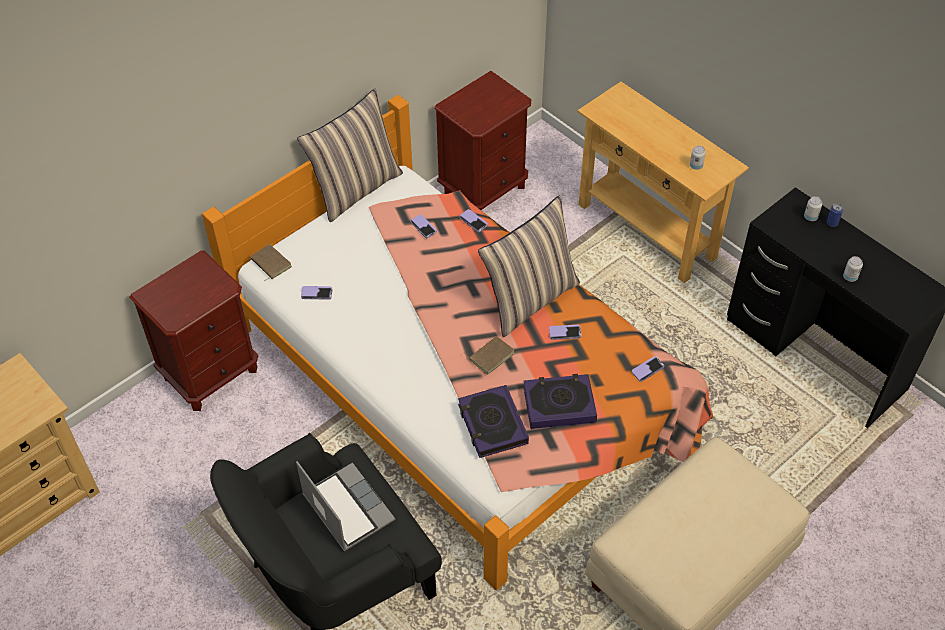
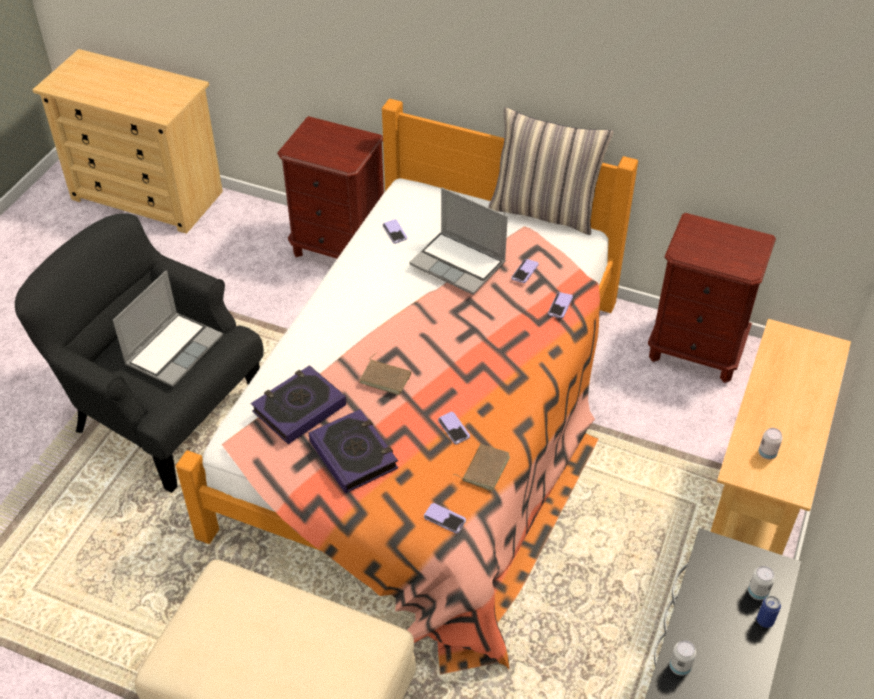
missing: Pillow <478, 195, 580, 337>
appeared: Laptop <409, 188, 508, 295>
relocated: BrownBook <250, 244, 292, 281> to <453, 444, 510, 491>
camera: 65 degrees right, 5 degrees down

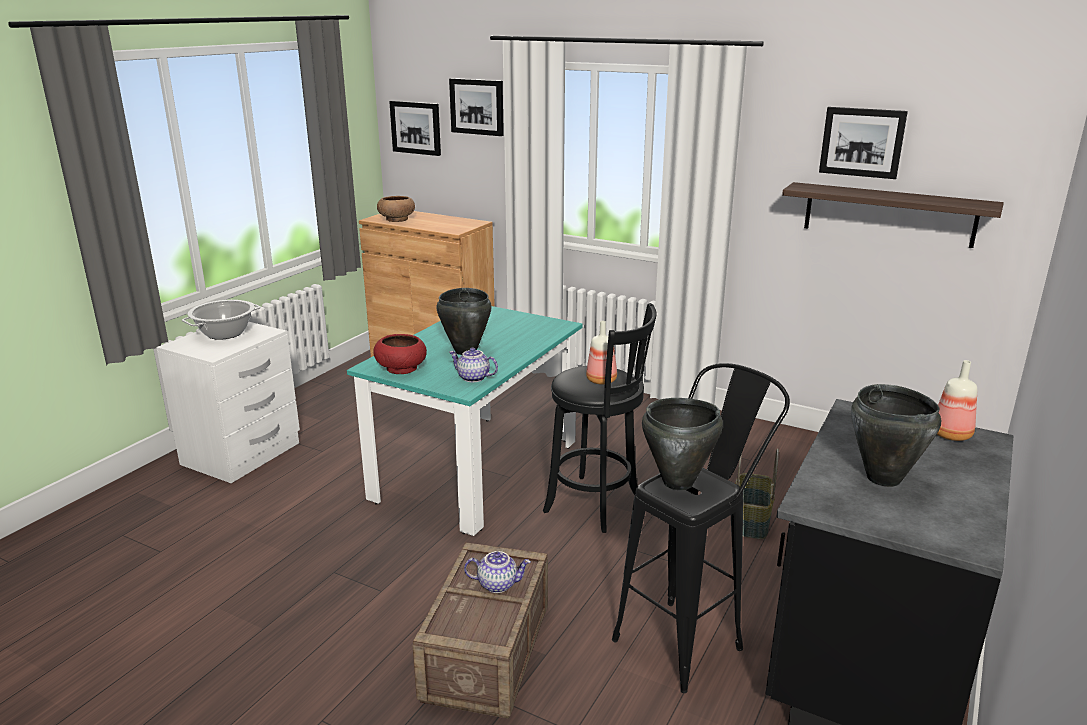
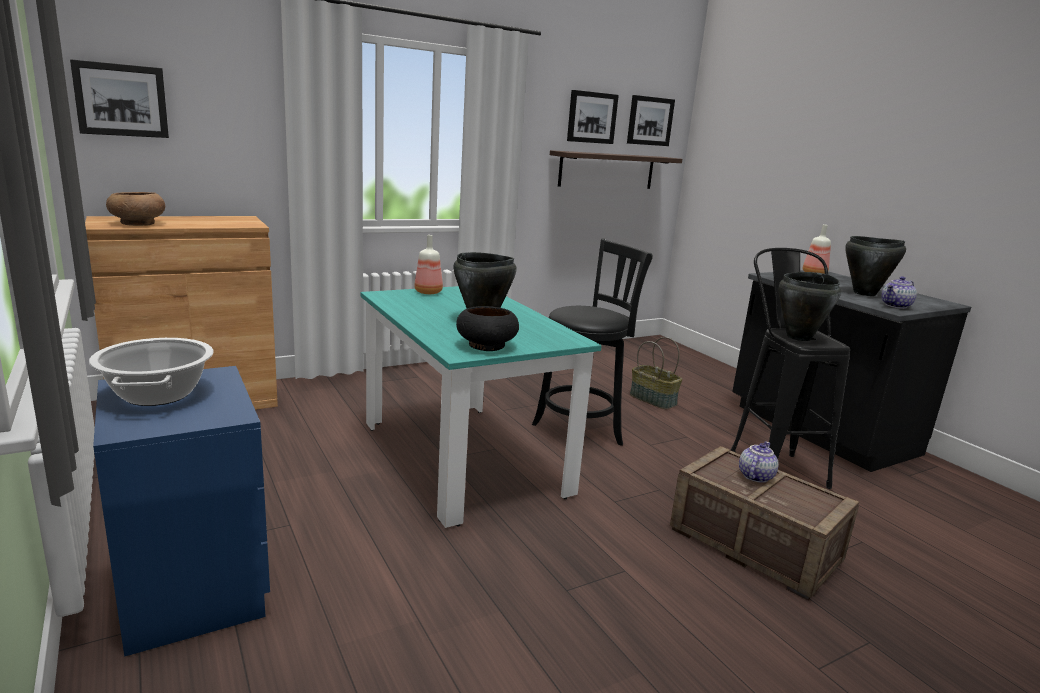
relocated: Bottle <586, 321, 617, 385> to <414, 235, 443, 294>; Picture <449, 78, 504, 136> to <627, 95, 675, 146>; Teapot <449, 348, 498, 382> to <881, 276, 917, 309>
colour: WhiteNightstand <156, 322, 300, 483> to BlueNightstand <93, 366, 270, 657>; RedBowl <373, 334, 427, 374> to BlackBowl <456, 306, 519, 351>
camera: 60 degrees left, 5 degrees down

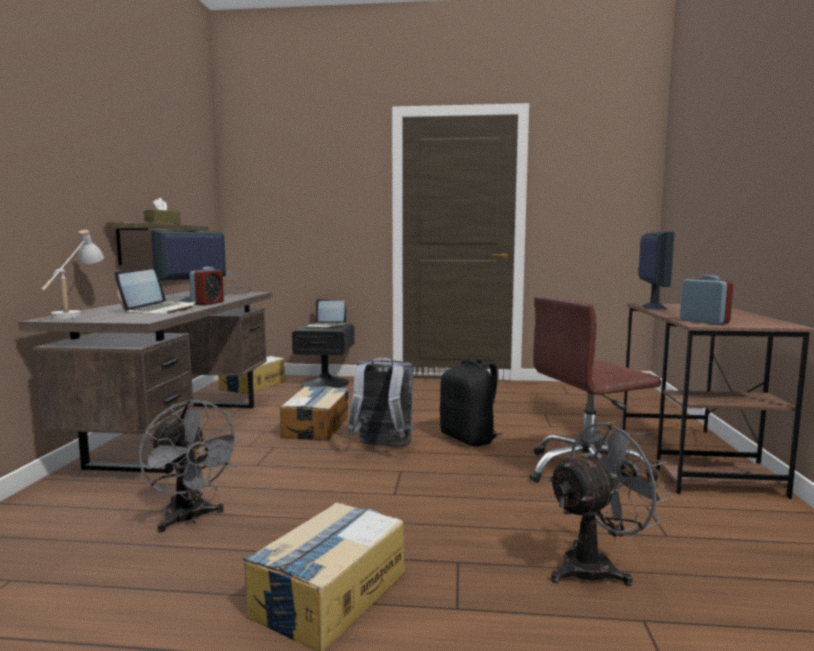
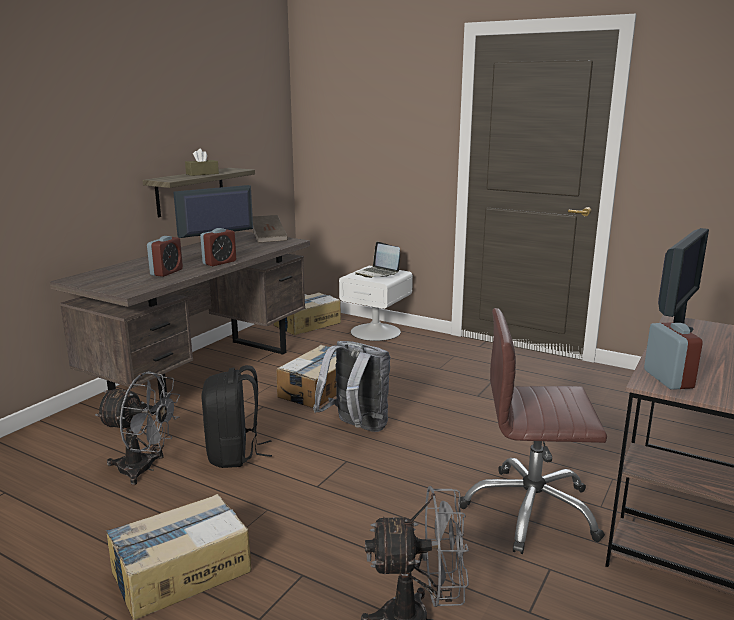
missing: WhiteTableLamp <41, 230, 104, 319>
relocated: BlackBackpack <440, 358, 502, 447> to <202, 365, 272, 468>
exchanged: Laptop <114, 269, 196, 314> to AlarmClock <147, 236, 183, 277>
colour: BlackNightstand <292, 323, 354, 388> to WhiteNightstand <339, 266, 413, 341>
spun: GreyFan <138, 400, 242, 532> = <95, 371, 180, 485> 60 degrees counterclockwise
camera: 25 degrees right, 10 degrees up

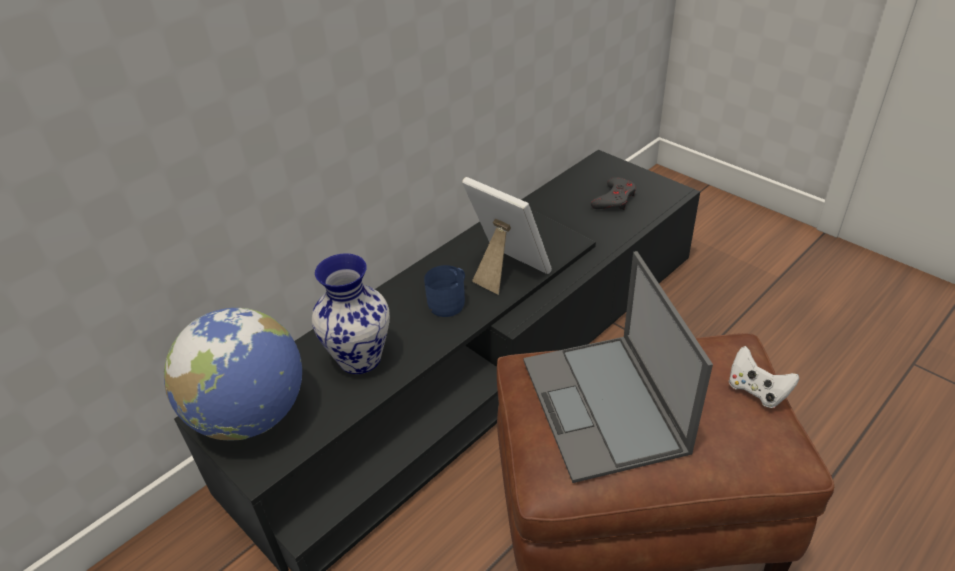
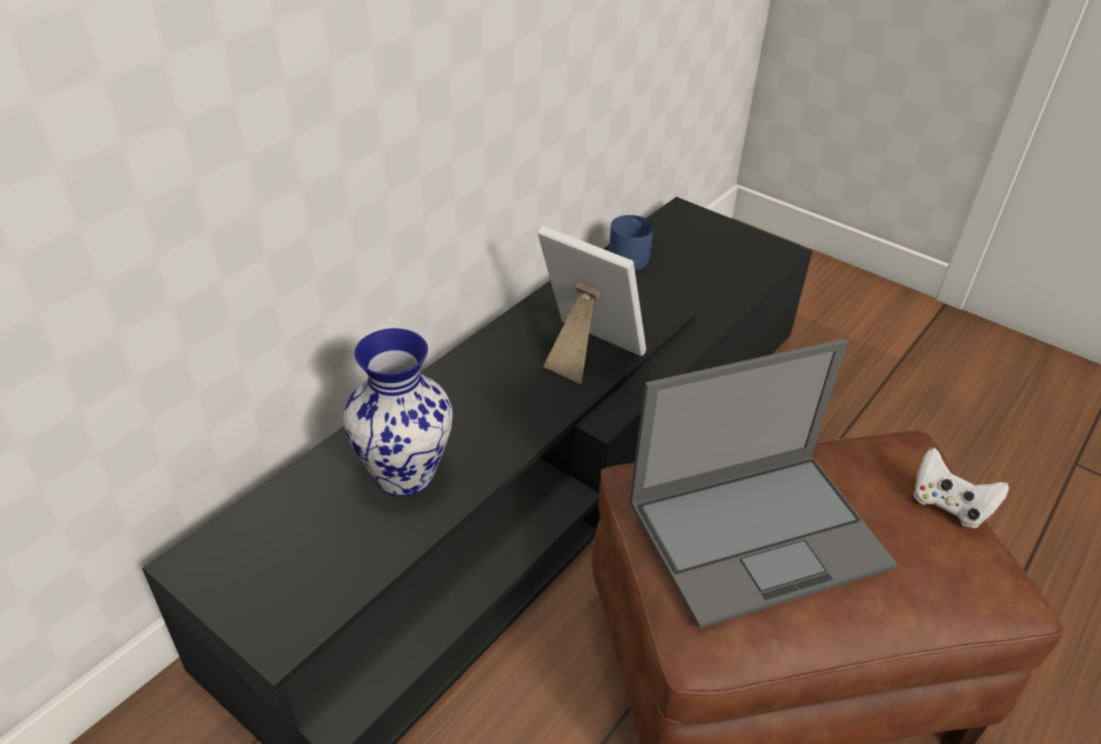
missing: Globe <164, 308, 302, 440>; GreyGameController <591, 177, 636, 210>
relocated: BlueMug <424, 265, 465, 317> to <609, 215, 654, 271>
spun: Laptop <523, 251, 713, 483> = <629, 339, 897, 629> 90 degrees counterclockwise
camera: 10 degrees left, 0 degrees up

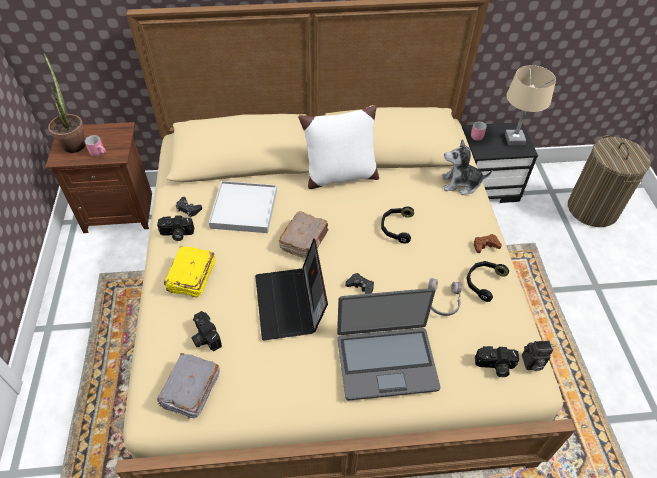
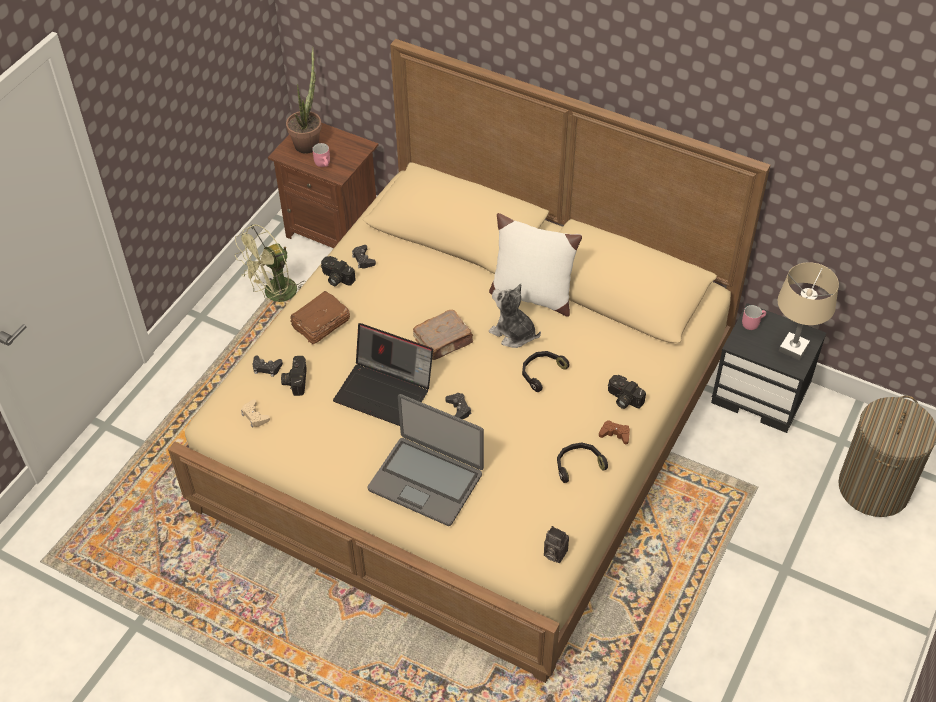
missing: WhiteTray <209, 181, 277, 233>; GreyHeadphones <428, 278, 462, 316>
appeared: GreenFan <235, 224, 304, 302>; BlackGameController <252, 355, 283, 377>
relocated: PlushToy <442, 139, 492, 195> to <489, 284, 541, 348>; PhotoCamera <475, 346, 519, 377> to <608, 375, 646, 409>
exchanged: GreyBook <157, 353, 220, 419> to BeigeGameController <241, 399, 270, 428>
colour: YellowBook <164, 246, 215, 298> to BrownBook <290, 291, 350, 345>
spun: Laptop <255, 238, 328, 340> = <333, 323, 433, 426> 90 degrees counterclockwise
camera: 35 degrees right, 0 degrees up

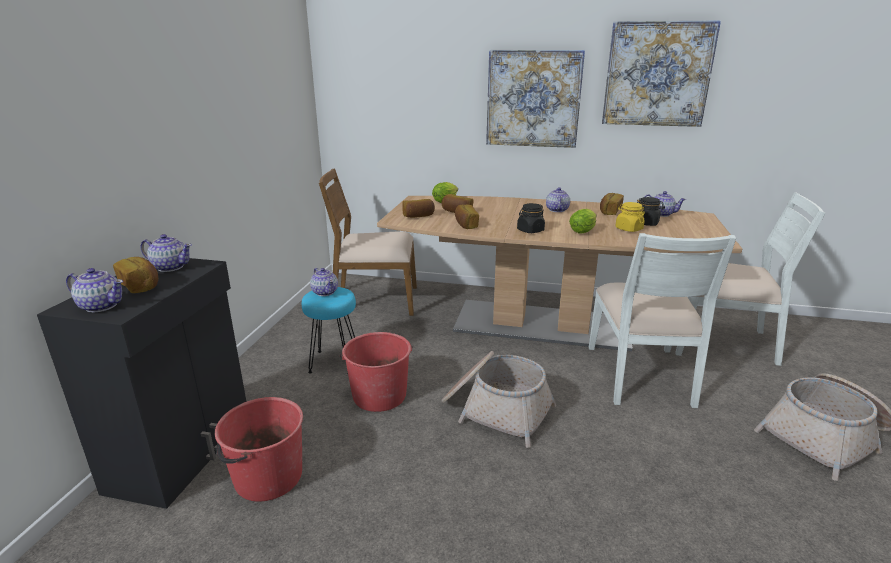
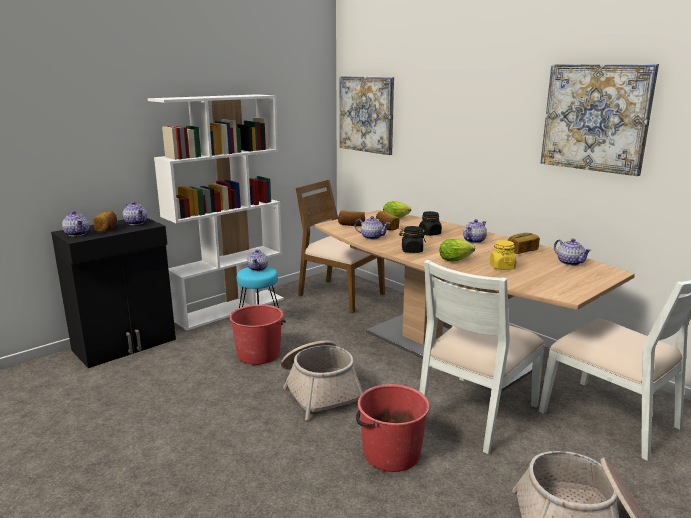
appeared: WhiteBookcase <148, 94, 284, 331>
relocated: Picture <486, 50, 585, 148> to <340, 76, 394, 155>; RedBucket <215, 397, 303, 502> to <356, 384, 430, 472>; BlackJar <637, 197, 665, 226> to <419, 211, 442, 236>
exchanged: Bread <455, 204, 479, 229> to Teapot <355, 216, 390, 240>
camera: 35 degrees right, 5 degrees down

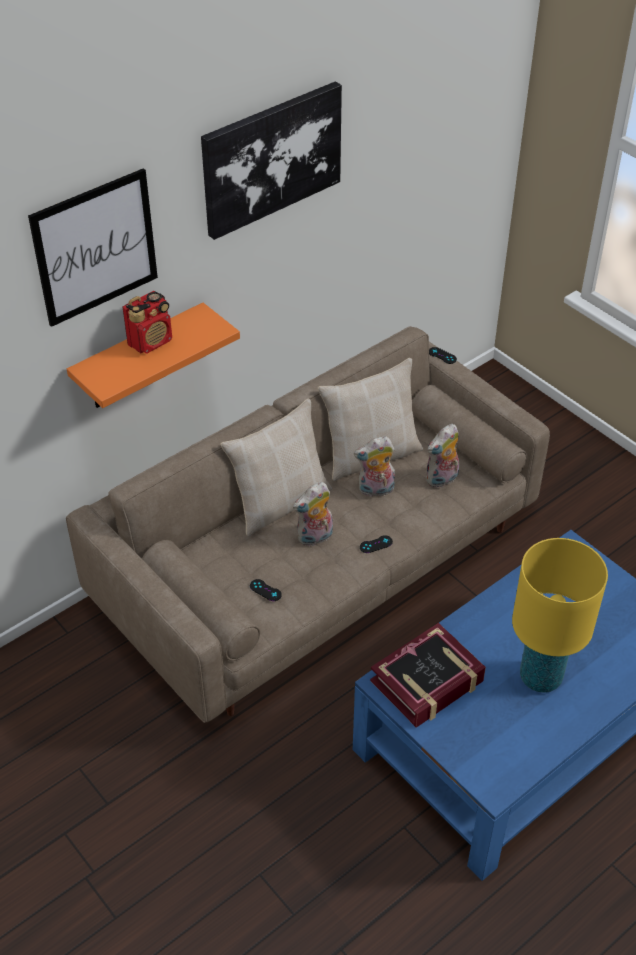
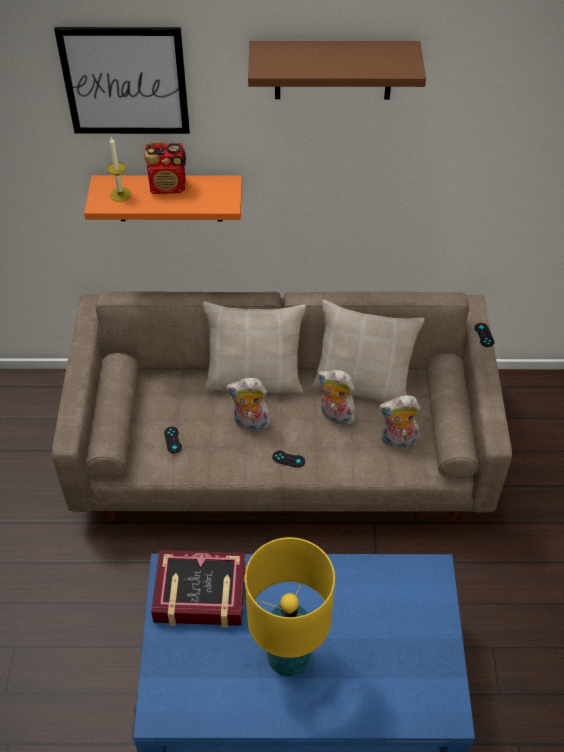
appeared: Candle <107, 137, 132, 202>
exchanged: Picture <201, 82, 342, 240> to BrownShelf <248, 41, 426, 99>
camera: 40 degrees right, 5 degrees up

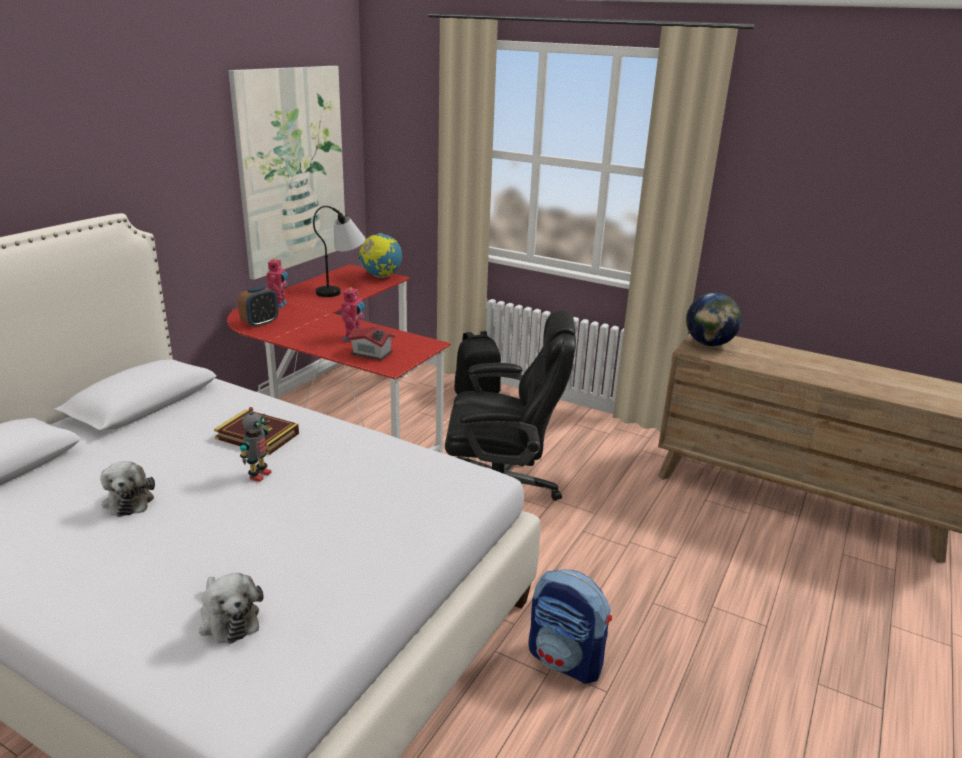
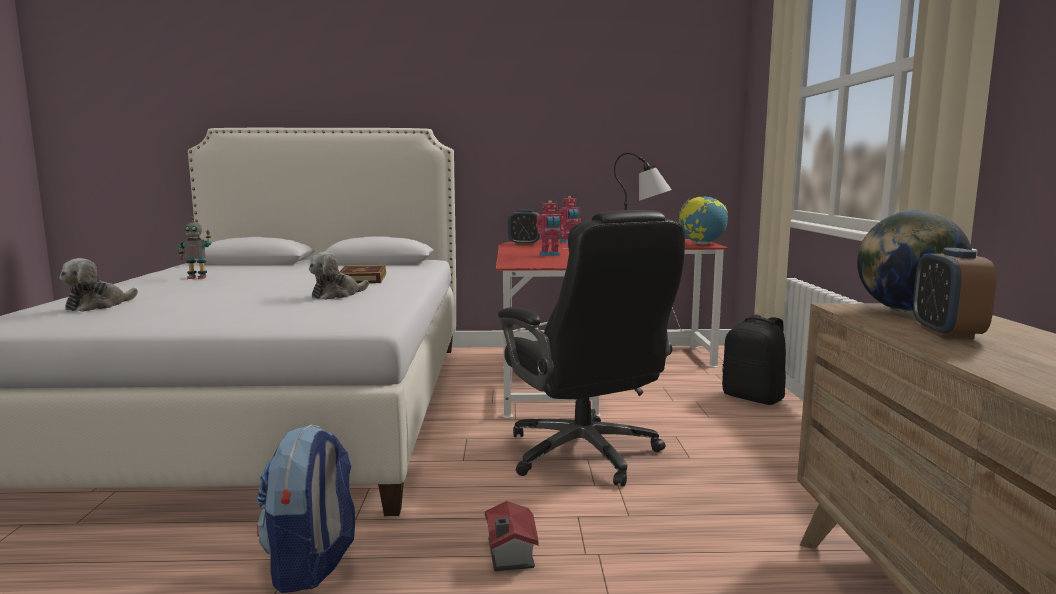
missing: Picture <228, 66, 345, 280>
appeared: AlarmClock <913, 248, 997, 339>
relocated: ToyRobot <240, 407, 271, 482> to <178, 216, 211, 279>; PlushToy <100, 461, 155, 517> to <309, 252, 369, 300>; ToyHouse <347, 326, 395, 361> to <485, 501, 539, 571>
camera: 60 degrees right, 15 degrees down

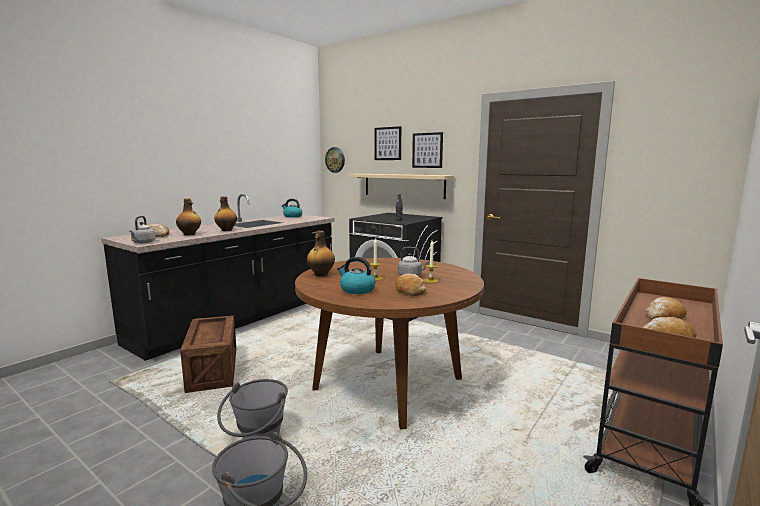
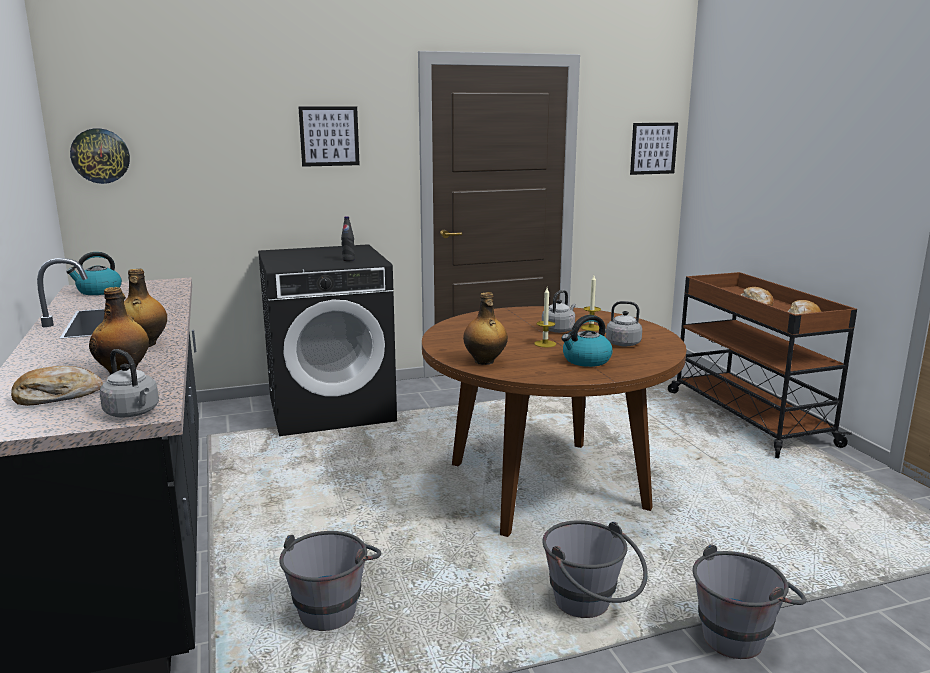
missing: BeigeShelf <349, 174, 454, 199>
relocated: Picture <375, 126, 401, 160> to <630, 123, 678, 175>
exchanged: Crate <180, 315, 236, 393> to GreyBucket <279, 531, 381, 631>; Bread <395, 273, 427, 296> to GreyKettle <605, 301, 642, 346>
camera: 55 degrees left, 5 degrees up

